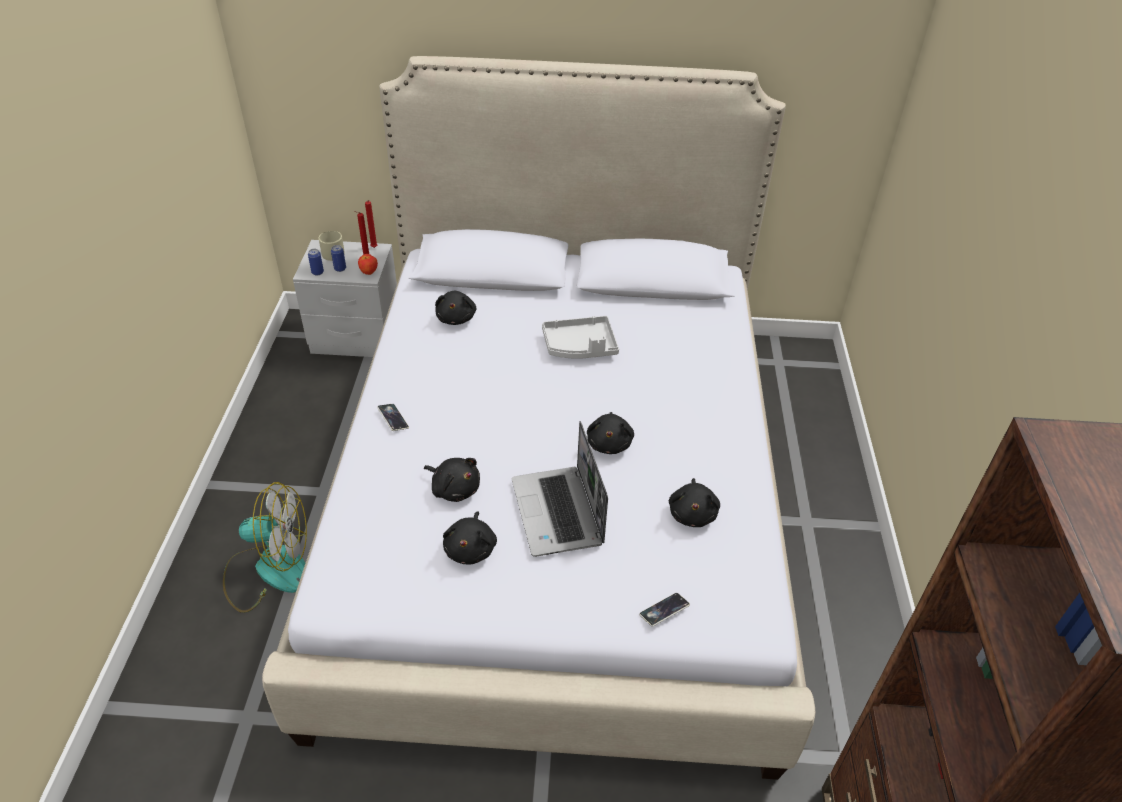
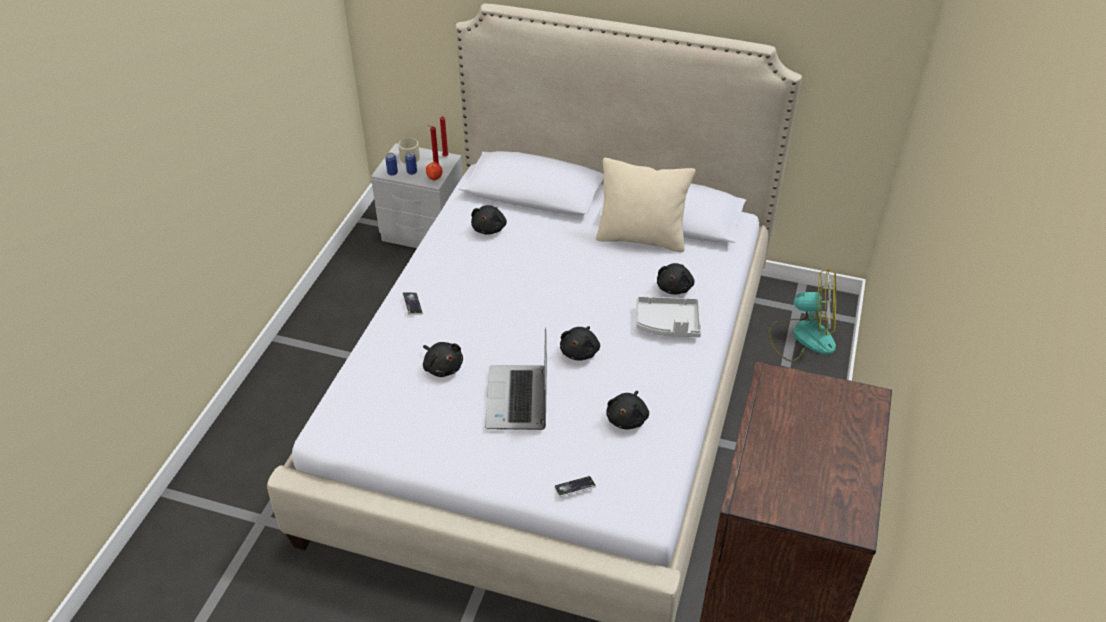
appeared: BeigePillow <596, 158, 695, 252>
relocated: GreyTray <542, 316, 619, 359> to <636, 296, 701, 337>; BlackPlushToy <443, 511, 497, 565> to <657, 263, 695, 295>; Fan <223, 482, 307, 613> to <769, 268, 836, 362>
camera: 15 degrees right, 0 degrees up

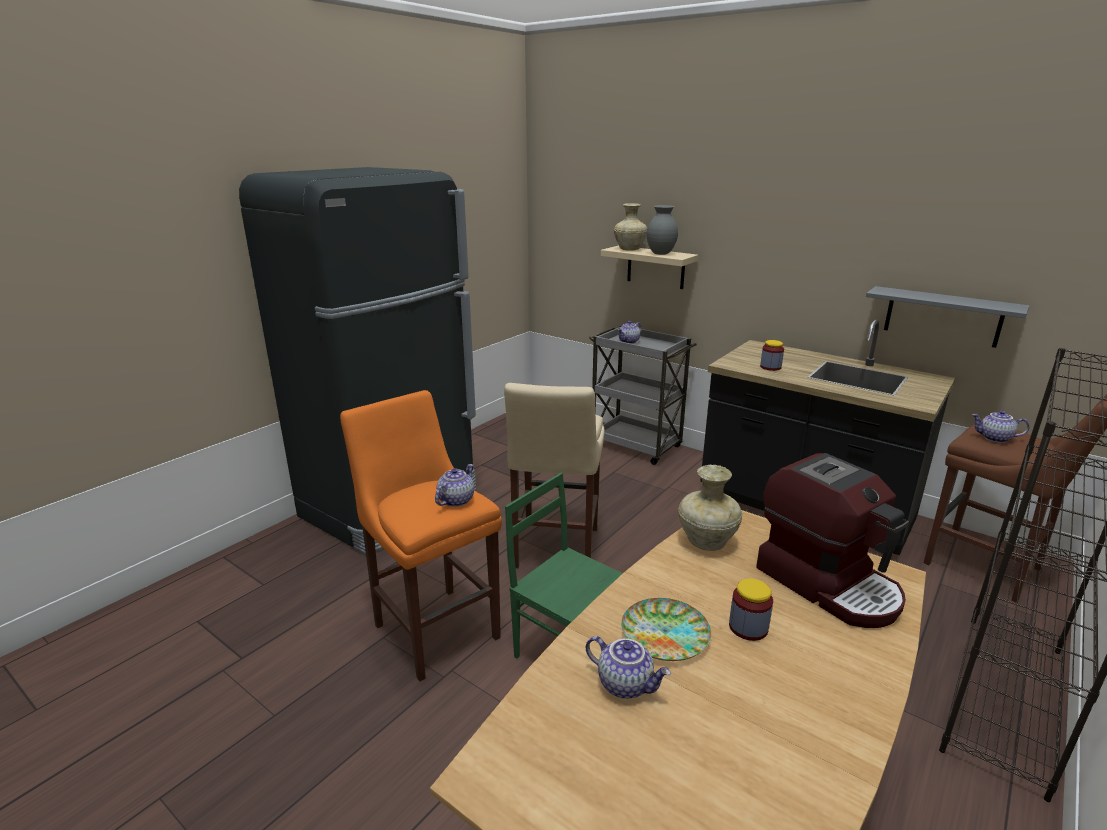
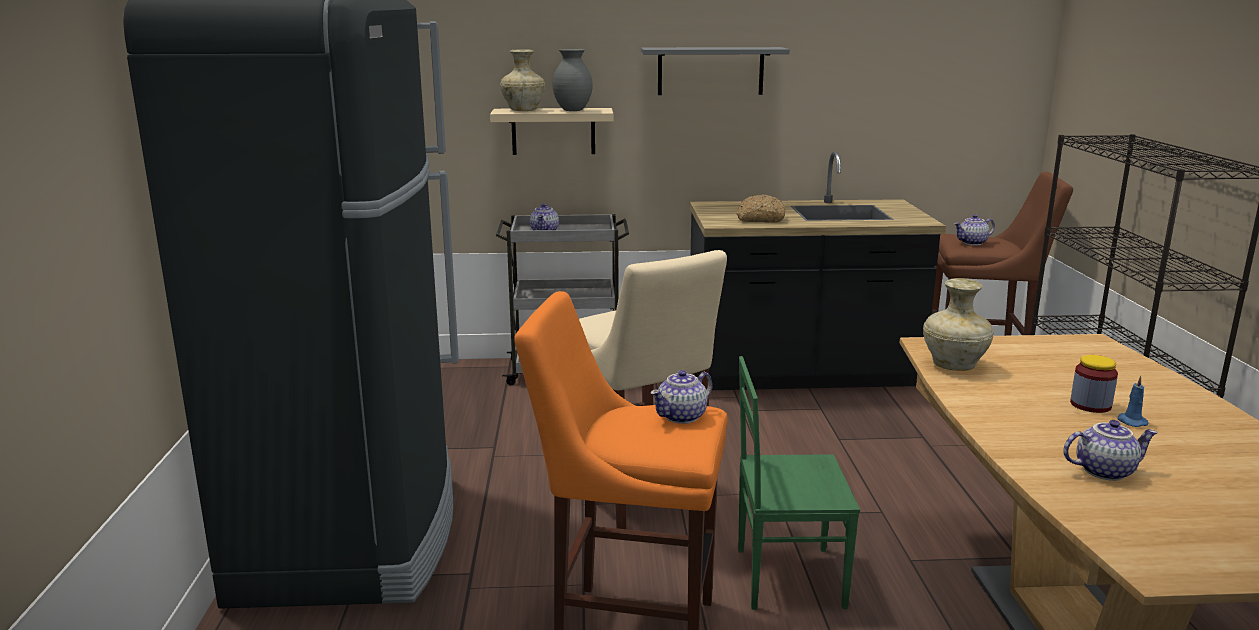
missing: Plate <621, 598, 711, 661>; CoffeeMachine <756, 453, 909, 628>
appeared: BlueCandle <1117, 376, 1148, 427>
relocated: GreyShelf <866, 286, 1030, 348> to <641, 47, 790, 95>
exchanged: Jar <760, 340, 784, 371> to Bread <737, 195, 785, 223>
spun: Teapot <435, 464, 474, 507> = <650, 370, 713, 424> 120 degrees counterclockwise
camera: 40 degrees left, 5 degrees down

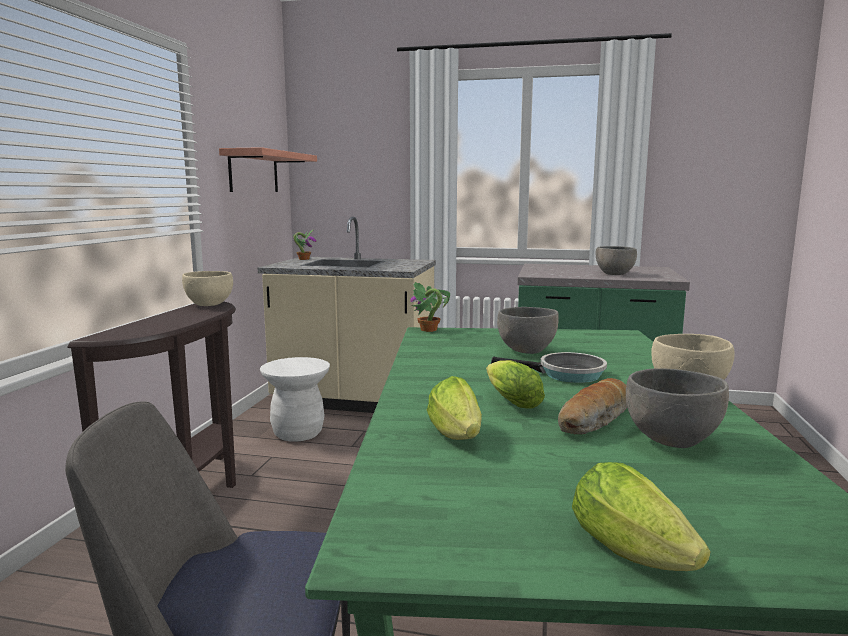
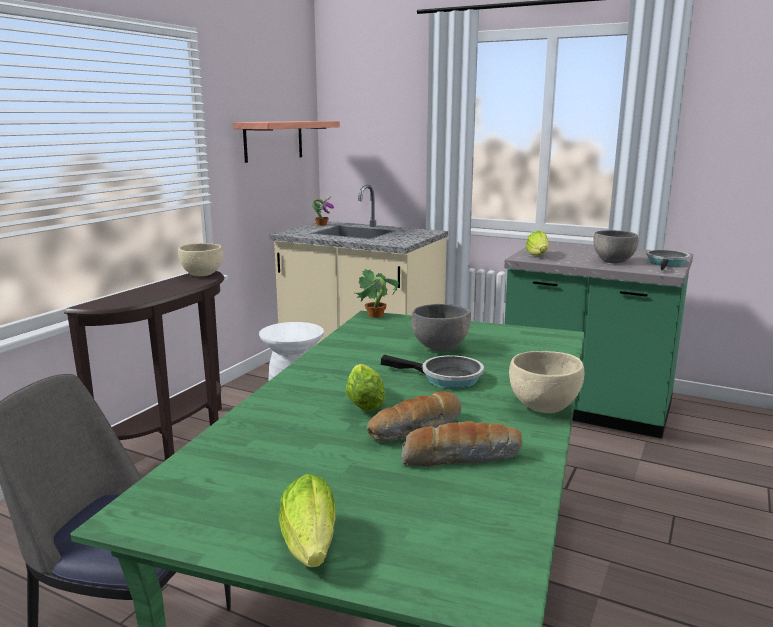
appeared: FryingPan <647, 250, 690, 270>
relocated: Lettuce <427, 376, 482, 440> to <526, 231, 549, 255>
exchanged: GreyBowl <626, 368, 729, 448> to Bread <401, 421, 523, 467>
camera: 15 degrees right, 5 degrees up

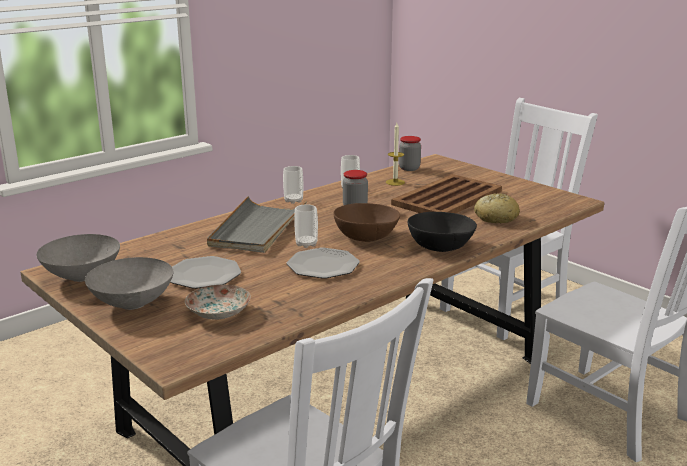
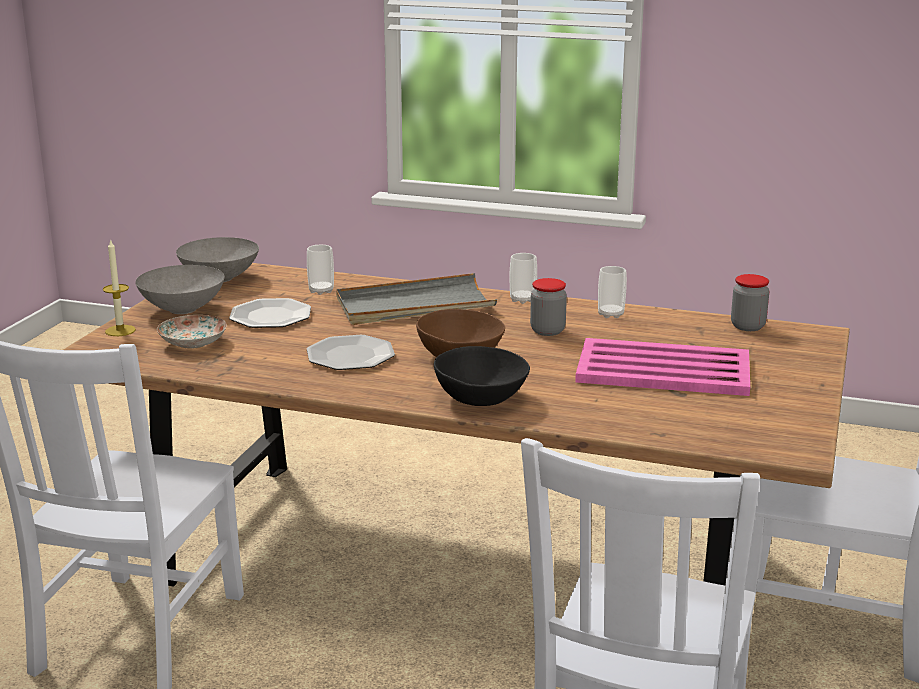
missing: Bread <474, 193, 520, 224>
relocated: Candle <386, 123, 405, 186> to <103, 239, 136, 336>; Cup <294, 204, 318, 248> to <307, 245, 334, 295>
colour: BrownTray <391, 174, 502, 213> to PinkTray <575, 338, 750, 396>
camera: 60 degrees right, 0 degrees up

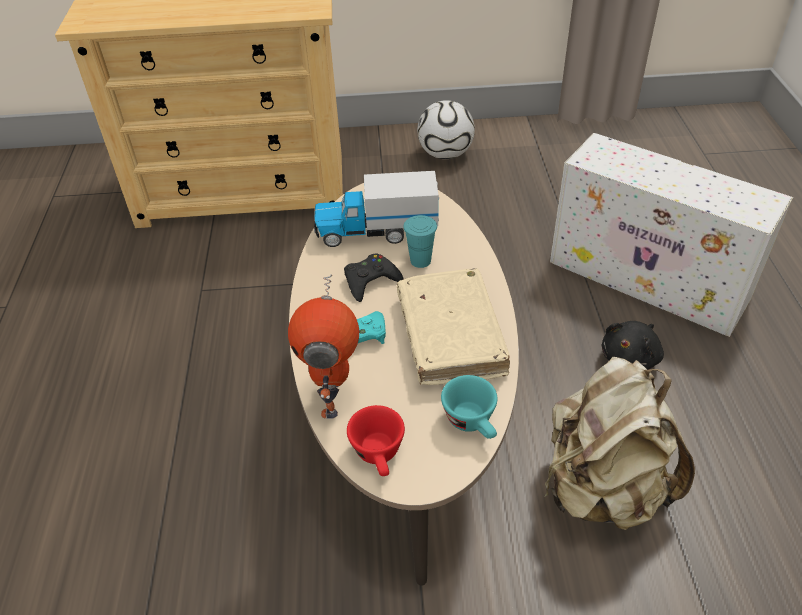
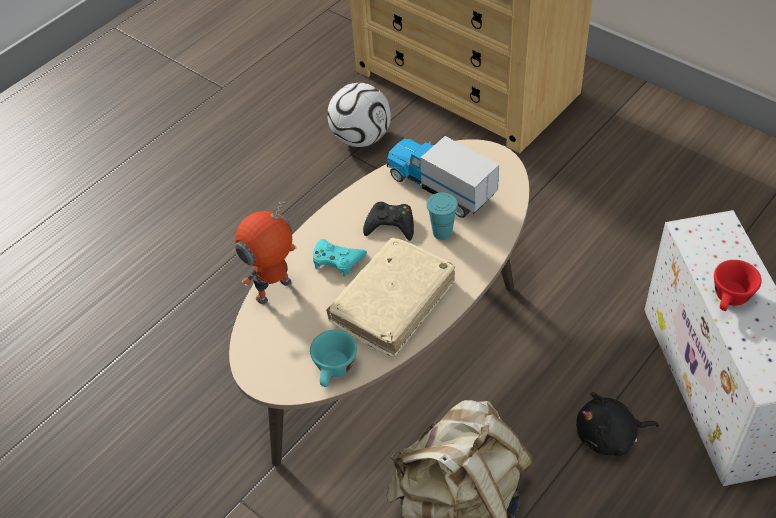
relocated: Football <417, 100, 475, 159> to <327, 83, 391, 147>; RedCup <347, 405, 405, 476> to <714, 260, 762, 311>
camera: 45 degrees right, 5 degrees up

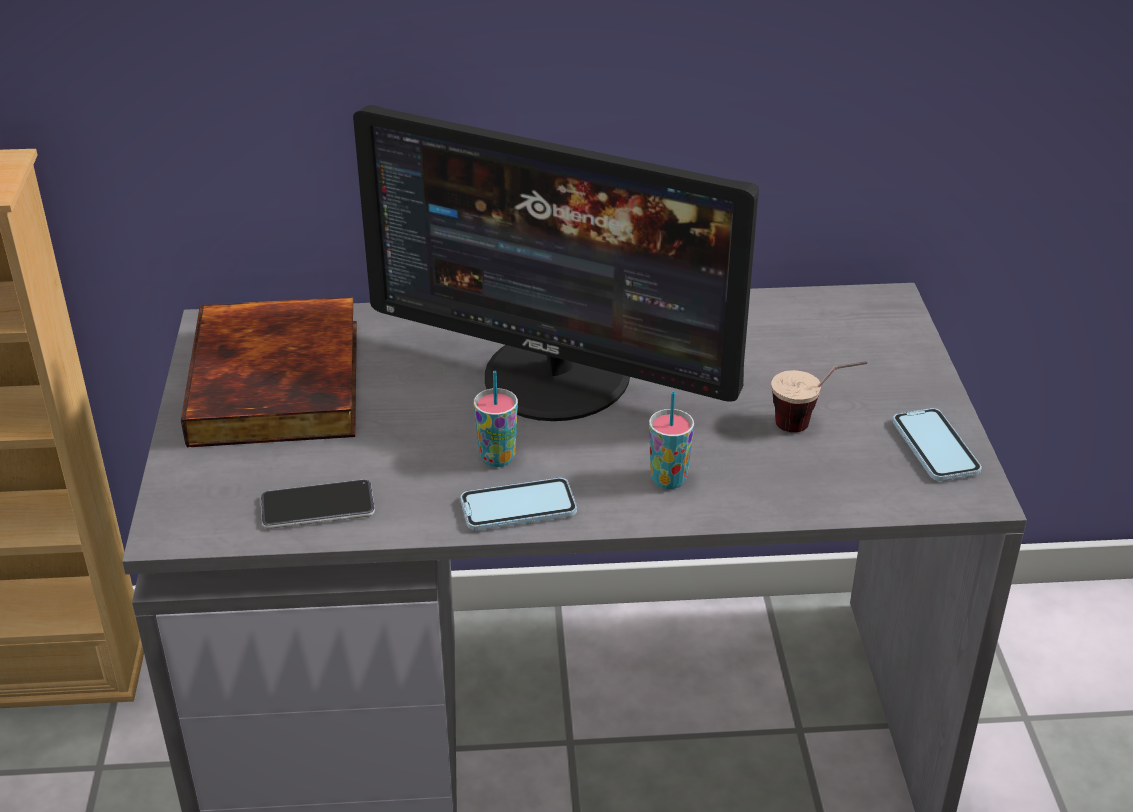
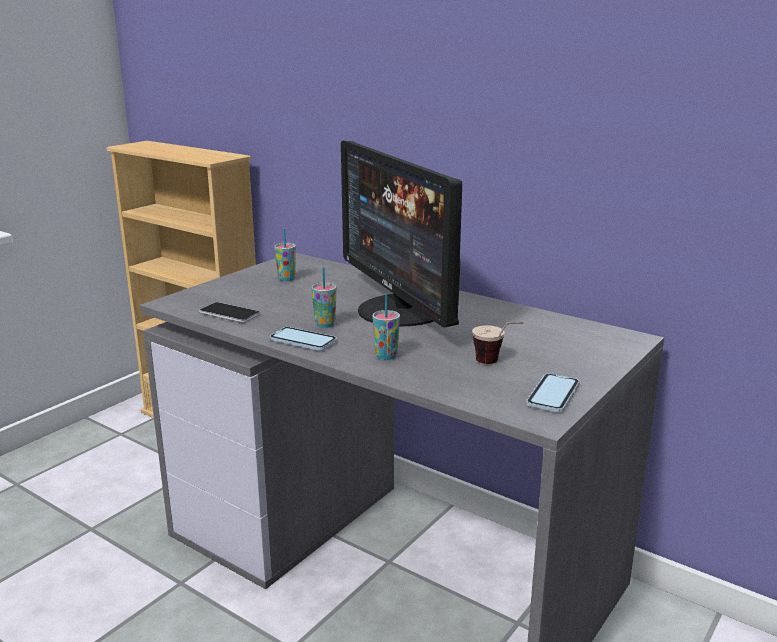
exchanged: Book <181, 297, 357, 448> to Cup <274, 229, 296, 281>
camera: 40 degrees right, 15 degrees down

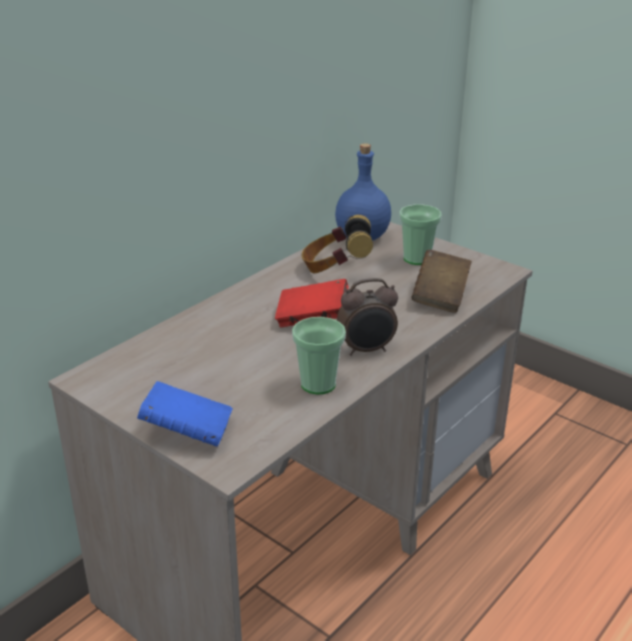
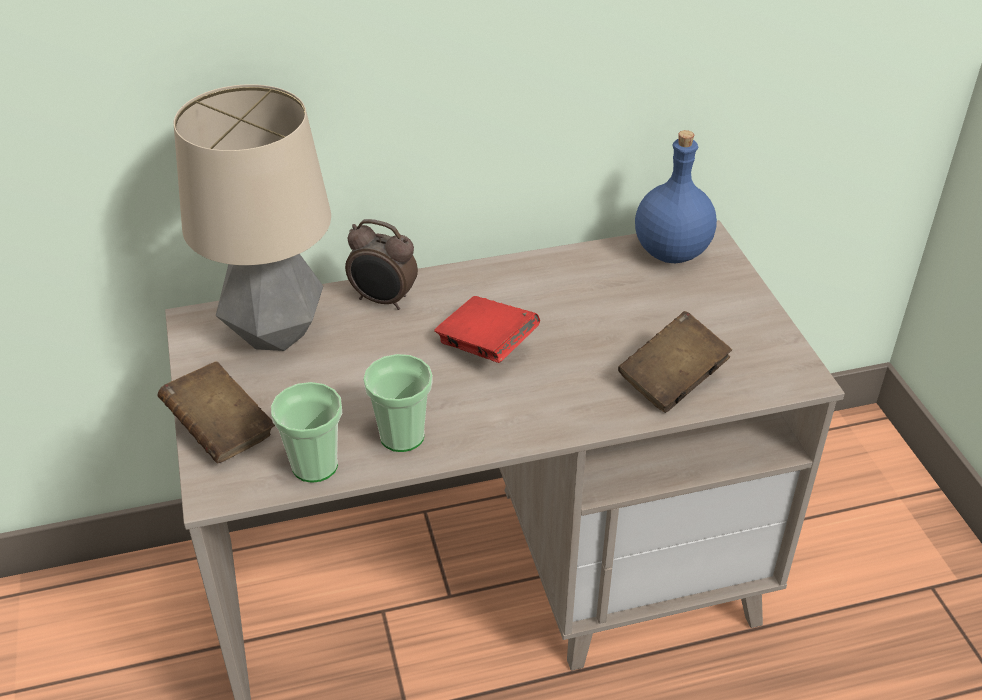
missing: Headphones <302, 215, 373, 273>
appeared: TableLamp <174, 84, 331, 351>
relocated: Cup <399, 204, 442, 265> to <271, 382, 342, 483>; AlarmClock <337, 278, 398, 356> to <345, 219, 418, 310>
colour: BlueBook <137, 381, 233, 447> to BrownBook <157, 361, 275, 464>
camera: 35 degrees right, 10 degrees up

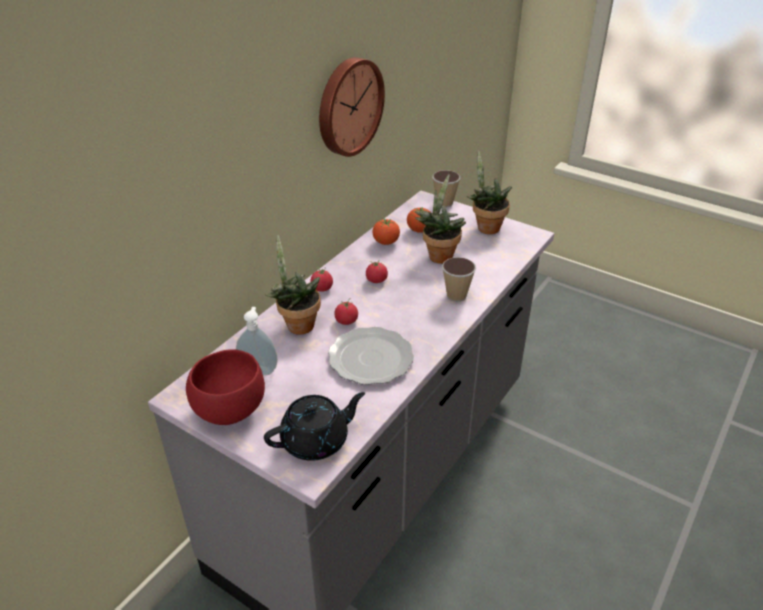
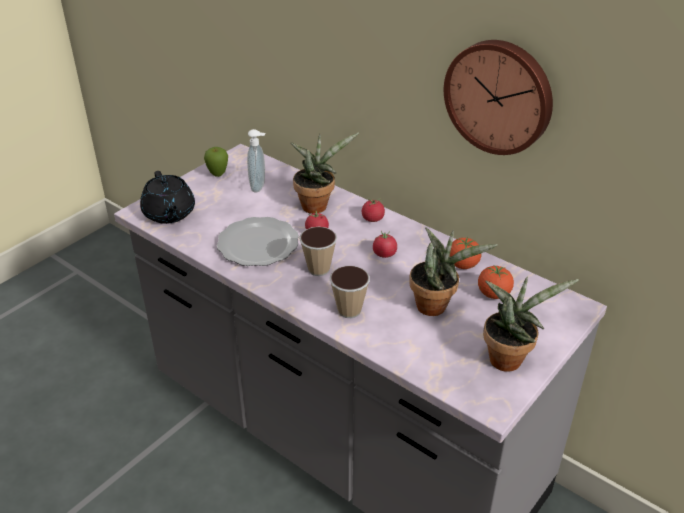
relocated: Cup <432, 170, 460, 208> to <299, 227, 337, 276>
exchanged: RedBowl <186, 349, 265, 425> to Apple <204, 147, 228, 177>
camera: 95 degrees right, 0 degrees up

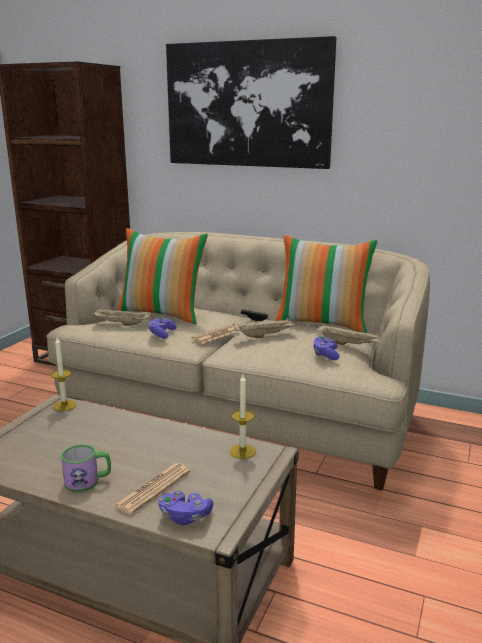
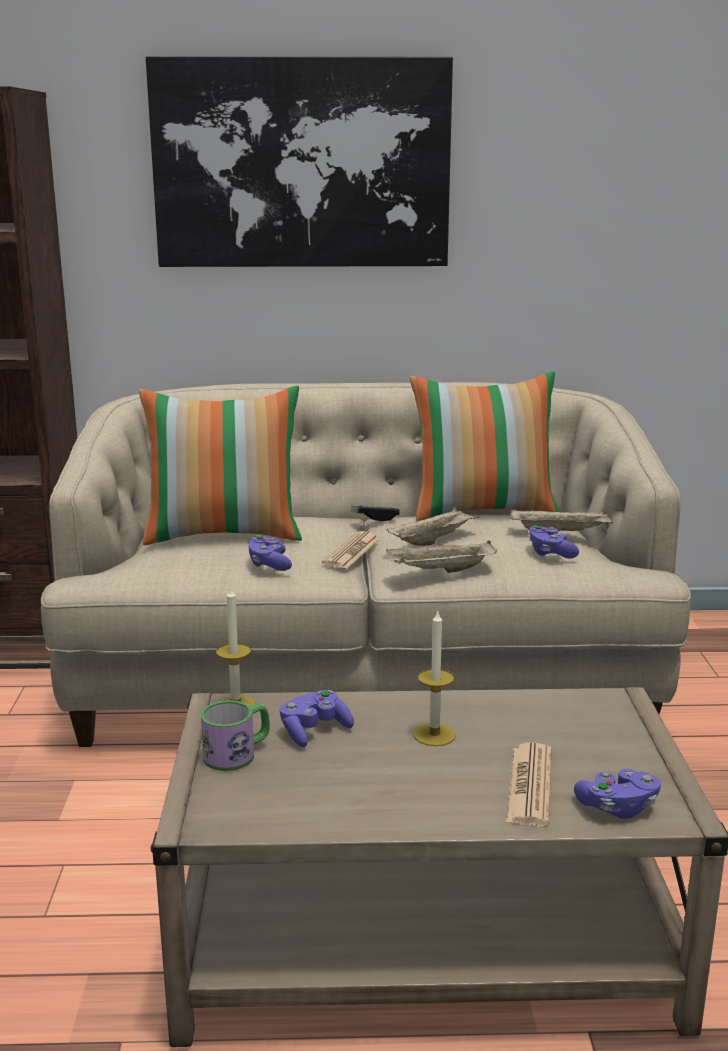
appeared: PurpleGameController <280, 690, 354, 747>
relocated: Mug <61, 445, 111, 492> to <201, 700, 270, 771>; BeigeTray <92, 308, 152, 326> to <386, 540, 497, 573>; Candle <230, 375, 256, 459> to <413, 609, 456, 746>
camera: 25 degrees left, 0 degrees up

